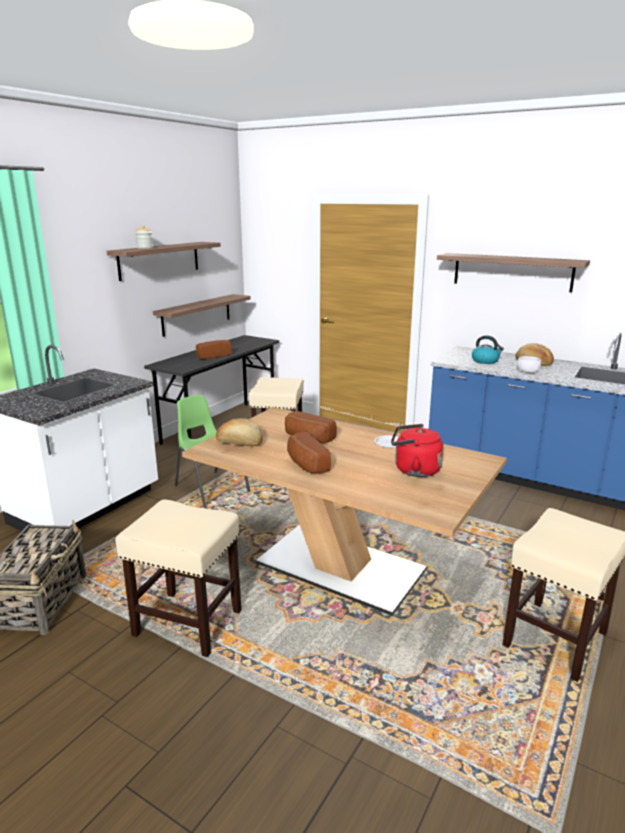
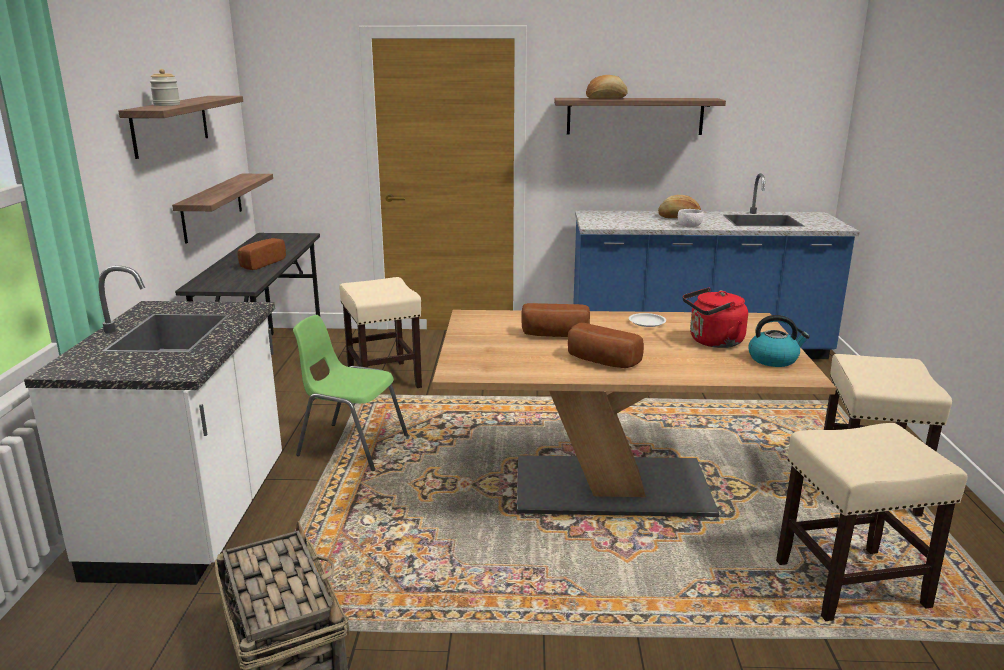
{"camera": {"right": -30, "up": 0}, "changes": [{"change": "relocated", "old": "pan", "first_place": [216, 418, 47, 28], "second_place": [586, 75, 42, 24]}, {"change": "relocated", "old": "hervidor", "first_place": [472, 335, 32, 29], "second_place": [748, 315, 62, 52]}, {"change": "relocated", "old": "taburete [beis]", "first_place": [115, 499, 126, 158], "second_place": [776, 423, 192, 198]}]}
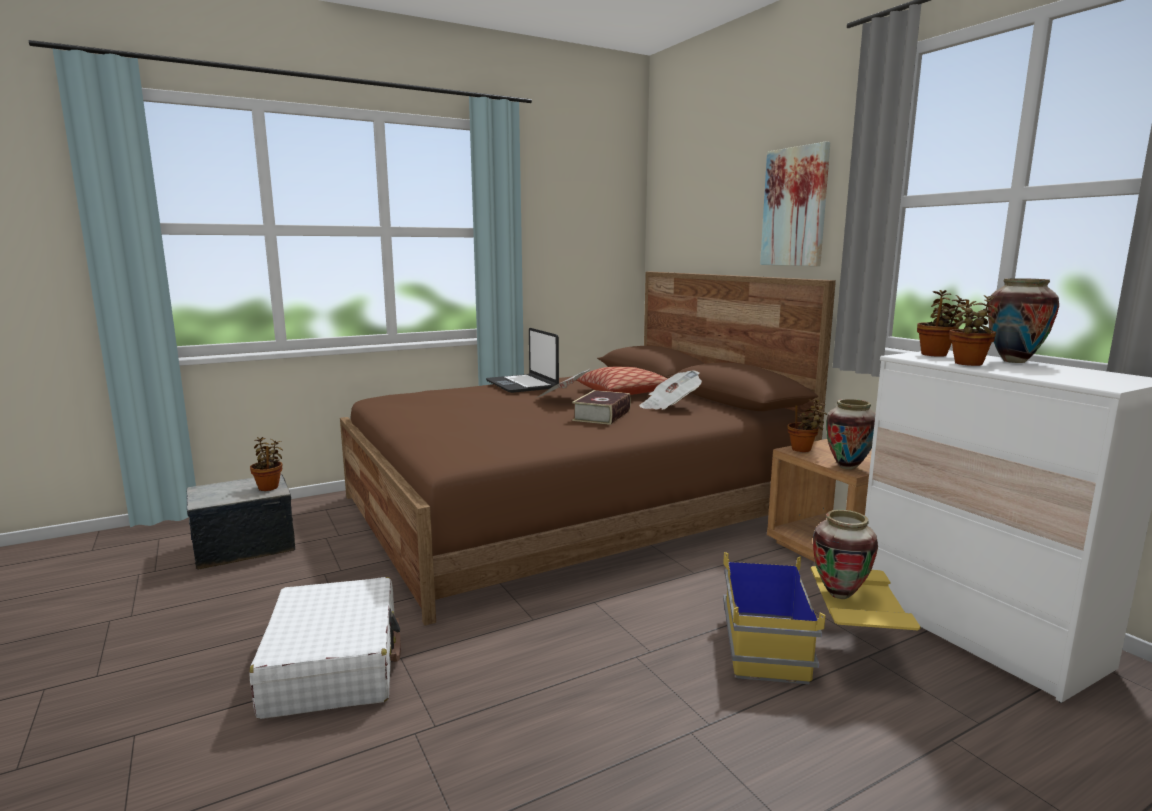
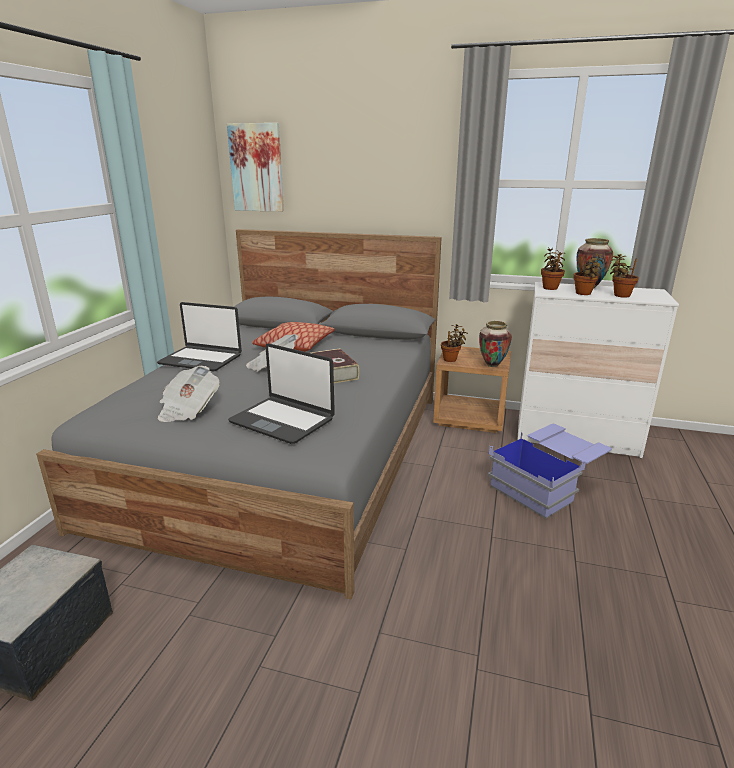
{"camera": {"right": -45, "up": 10}, "changes": [{"change": "colour", "old": "cama [marrón]", "new": "cama [gris]", "first_place": [340, 272, 496, 354], "second_place": [36, 229, 406, 371]}, {"change": "relocated", "old": "periódico", "first_place": [639, 371, 63, 39], "second_place": [158, 366, 61, 56]}, {"change": "relocated", "old": "cuadro", "first_place": [760, 142, 70, 124], "second_place": [227, 123, 57, 89]}, {"change": "appeared", "new": "portátil", "second_place": [228, 343, 107, 101]}, {"change": "colour", "old": "caja de almacenaje [amarillo]", "new": "caja de almacenaje [azul]", "first_place": [723, 552, 198, 132], "second_place": [488, 424, 124, 95]}, {"change": "relocated", "old": "planta en maceta", "first_place": [250, 437, 33, 54], "second_place": [610, 254, 29, 44]}, {"change": "missing", "old": "maleta [blanco]", "first_place": [249, 577, 152, 142]}, {"change": "missing", "old": "florero", "first_place": [813, 510, 65, 89]}]}
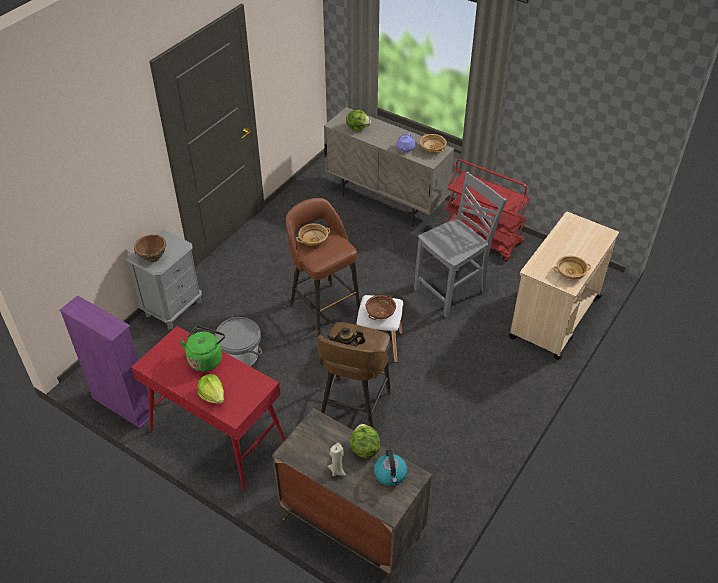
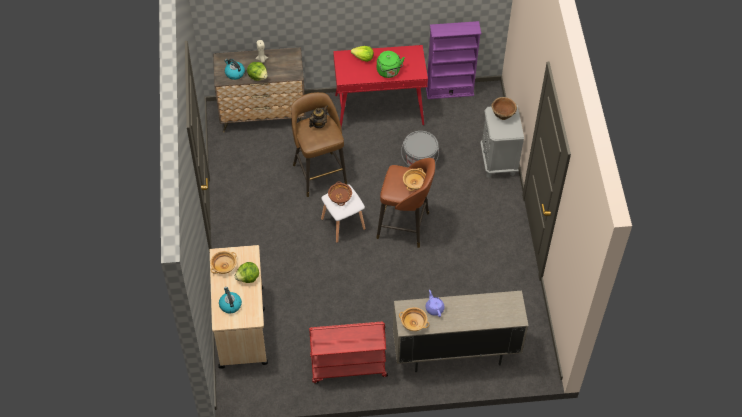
{"camera": {"right": 140, "up": 10}, "changes": [{"change": "appeared", "new": "hervidor", "second_place": [219, 287, 23, 26]}, {"change": "relocated", "old": "lechuga", "first_place": [346, 110, 25, 20], "second_place": [235, 262, 24, 21]}, {"change": "missing", "old": "silla [gris]", "first_place": [414, 171, 93, 147]}]}
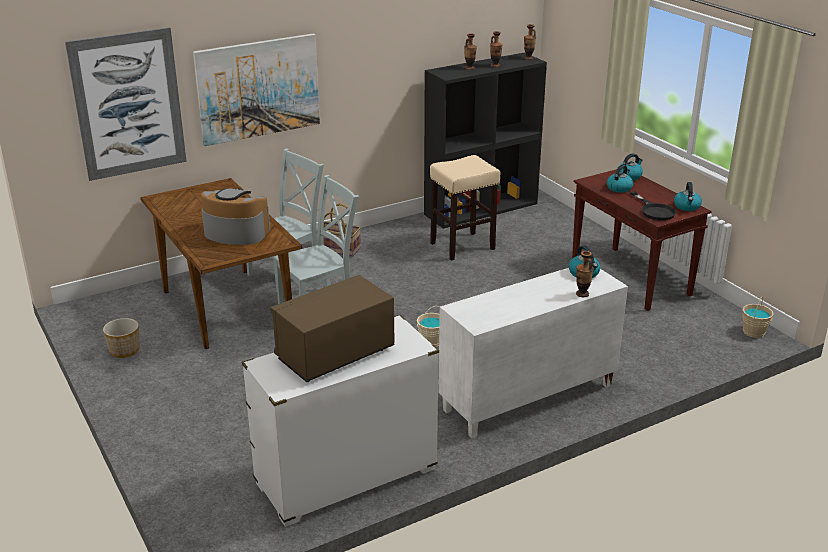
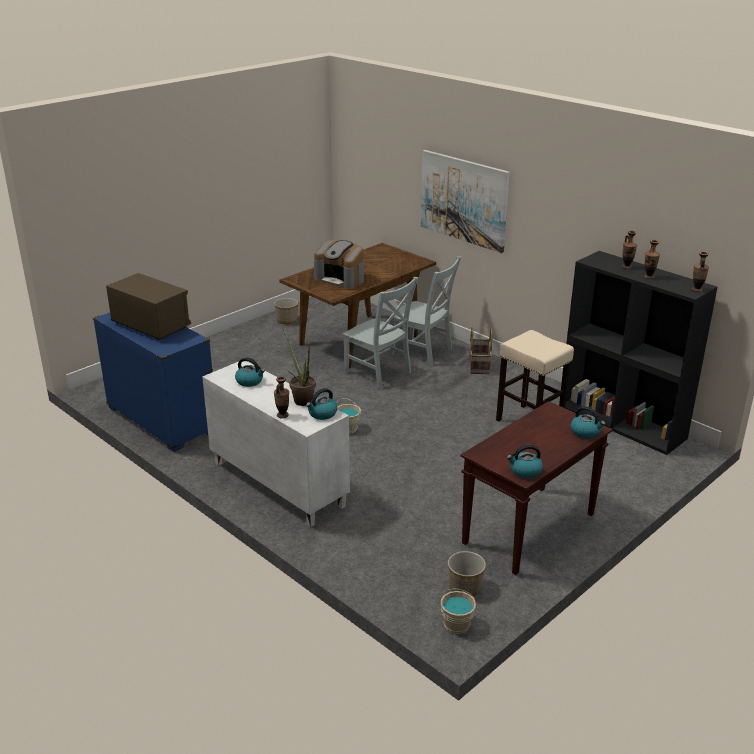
{"camera": {"right": 75, "up": 0}, "changes": [{"change": "colour", "old": "cómoda [blanco]", "new": "cómoda [azul]", "first_place": [242, 314, 197, 213], "second_place": [93, 313, 120, 139]}, {"change": "relocated", "old": "hervidor", "first_place": [607, 165, 26, 28], "second_place": [235, 357, 30, 30]}, {"change": "appeared", "new": "planta en maceta", "second_place": [283, 329, 33, 77]}, {"change": "spun", "old": "cafetera", "first_place": [201, 188, 69, 57], "second_place": [314, 240, 50, 49], "degrees": 120}, {"change": "appeared", "new": "maceta", "second_place": [448, 551, 38, 45]}, {"change": "missing", "old": "cuadro", "first_place": [65, 27, 122, 154]}, {"change": "missing", "old": "sartén [negro]", "first_place": [630, 191, 46, 30]}]}
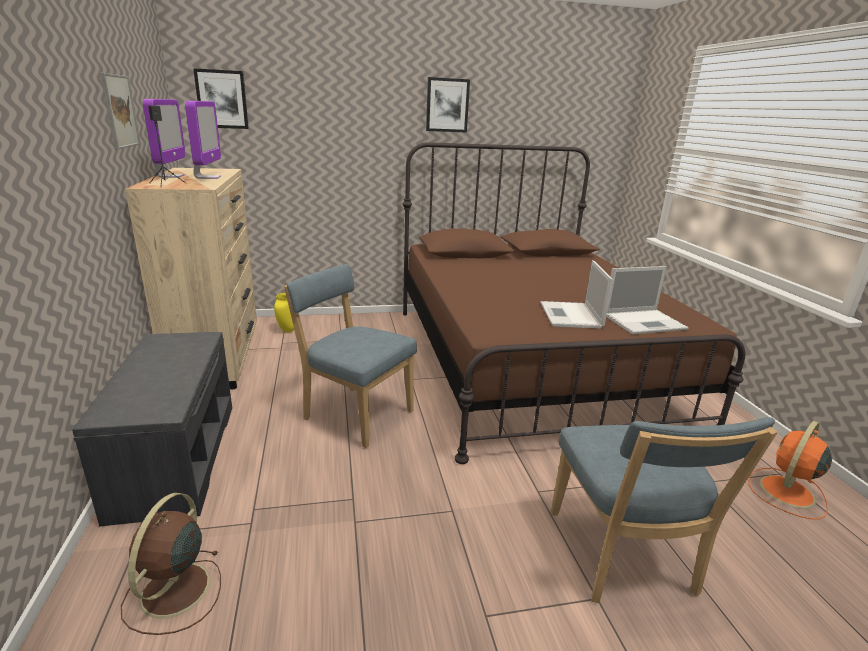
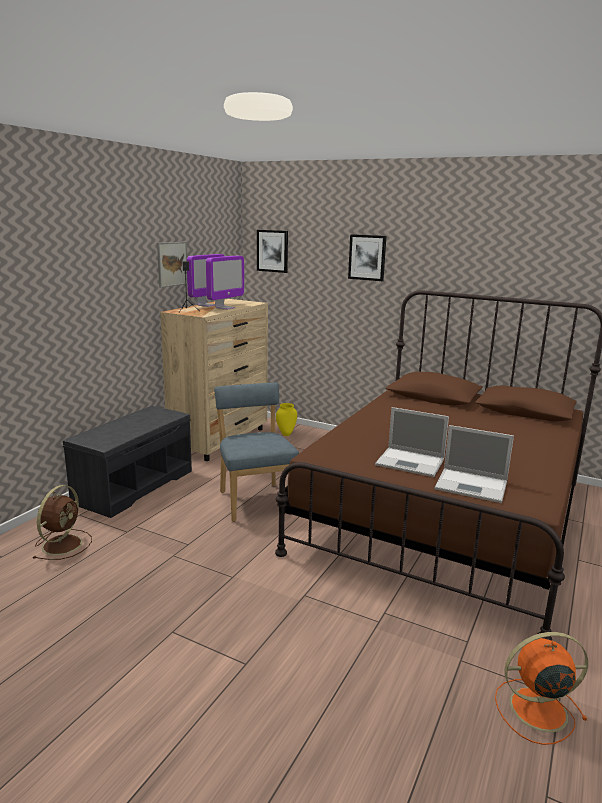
{"camera": {"right": 40, "up": -5}, "changes": [{"change": "spun", "old": "ventilador [marrón]", "first_place": [121, 493, 100, 142], "second_place": [33, 485, 59, 75], "degrees": 150}, {"change": "relocated", "old": "cuadro", "first_place": [426, 77, 44, 55], "second_place": [348, 234, 38, 47]}, {"change": "spun", "old": "portátil", "first_place": [541, 260, 72, 69], "second_place": [375, 407, 74, 70], "degrees": -105}, {"change": "missing", "old": "silla [azul]", "first_place": [551, 417, 227, 186]}]}
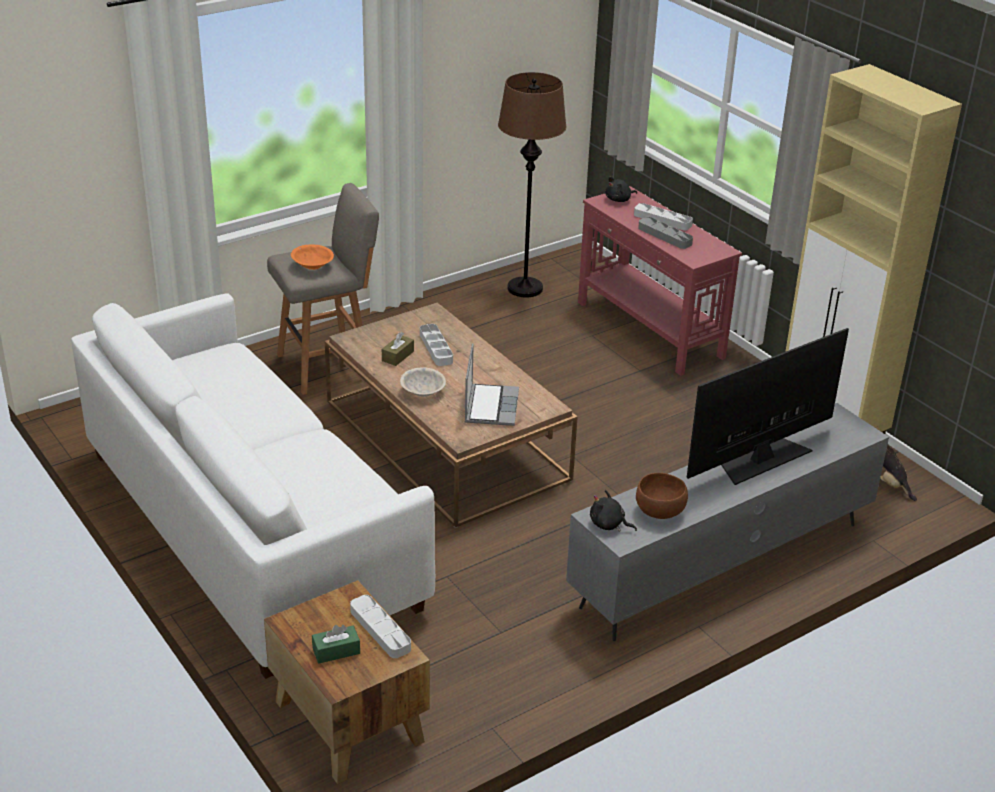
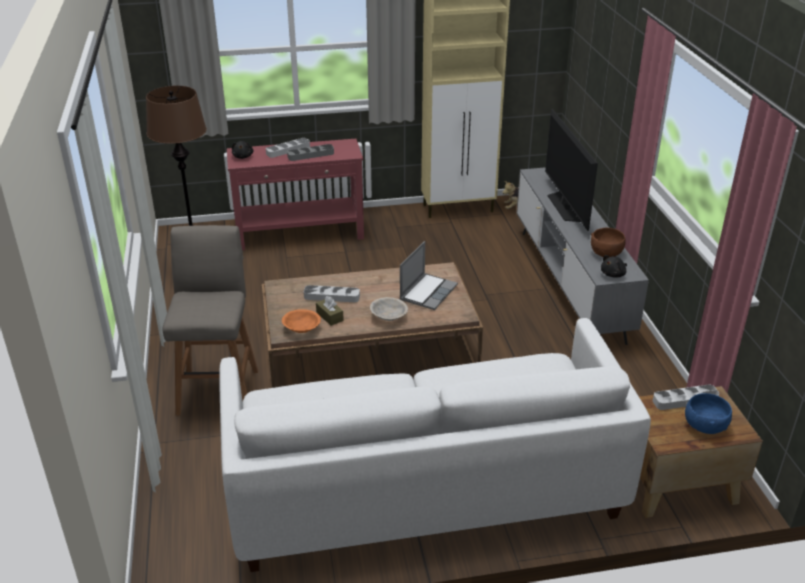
{"camera": {"right": -65, "up": 0}, "changes": [{"change": "relocated", "old": "cuenco [naranja]", "first_place": [291, 244, 43, 26], "second_place": [282, 309, 39, 24]}, {"change": "spun", "old": "portátil", "first_place": [465, 343, 54, 83], "second_place": [400, 241, 58, 69], "degrees": 90}, {"change": "exchanged", "old": "caja de pañuelos [verde]", "new": "cuenco [azul]", "first_place": [312, 625, 48, 39], "second_place": [685, 393, 47, 41]}]}
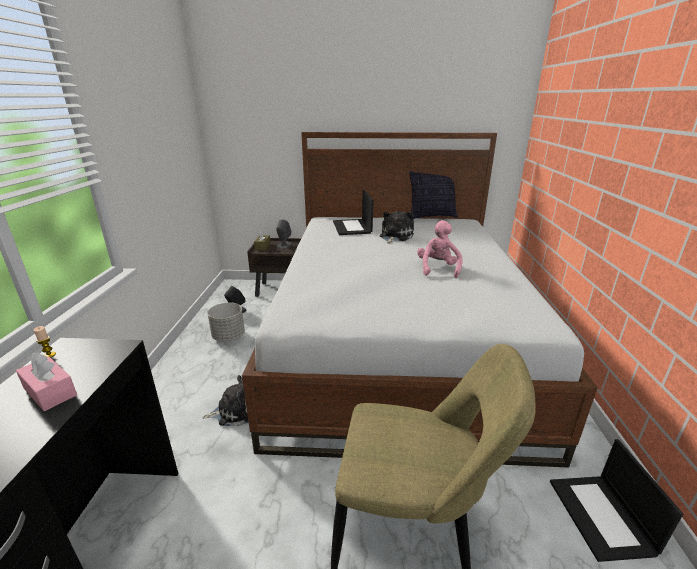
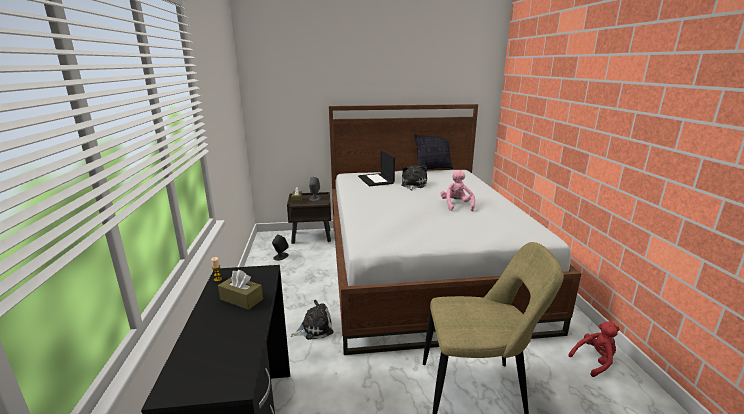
{"camera": {"right": -10, "up": -5}, "changes": [{"change": "colour", "old": "caja de pañuelos [rosa]", "new": "caja de pañuelos [marrón]", "first_place": [16, 352, 61, 59], "second_place": [218, 270, 45, 40]}, {"change": "exchanged", "old": "portátil", "new": "peluche [rojo]", "first_place": [550, 439, 133, 123], "second_place": [568, 321, 52, 56]}, {"change": "missing", "old": "maceta [gris]", "first_place": [208, 302, 37, 40]}]}
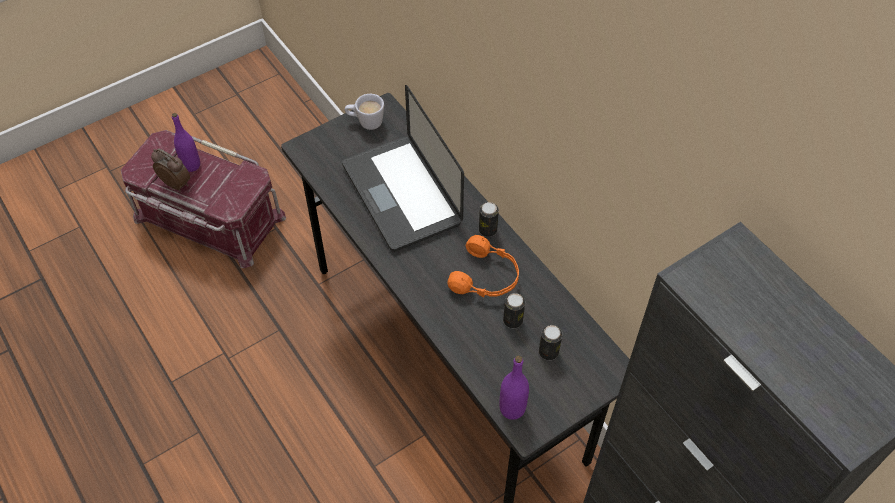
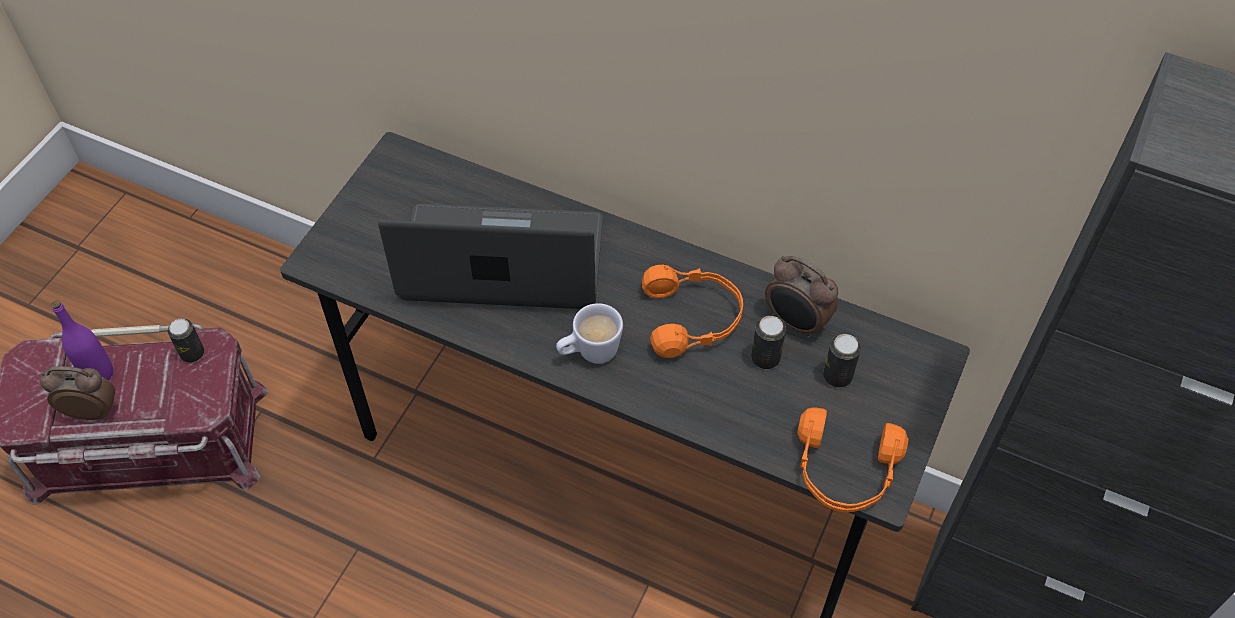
{"camera": {"right": -30, "up": 0}, "changes": [{"change": "relocated", "old": "lata", "first_place": [479, 202, 20, 35], "second_place": [168, 318, 36, 45]}, {"change": "spun", "old": "portátil", "first_place": [342, 85, 122, 167], "second_place": [378, 204, 225, 105], "degrees": 150}, {"change": "relocated", "old": "taza grande [blanco]", "first_place": [345, 94, 39, 36], "second_place": [556, 303, 67, 61]}, {"change": "appeared", "new": "despertador", "second_place": [765, 256, 73, 82]}, {"change": "exchanged", "old": "botella [morado]", "new": "auriculares [naranja]", "first_place": [499, 355, 30, 65], "second_place": [797, 407, 111, 105]}]}
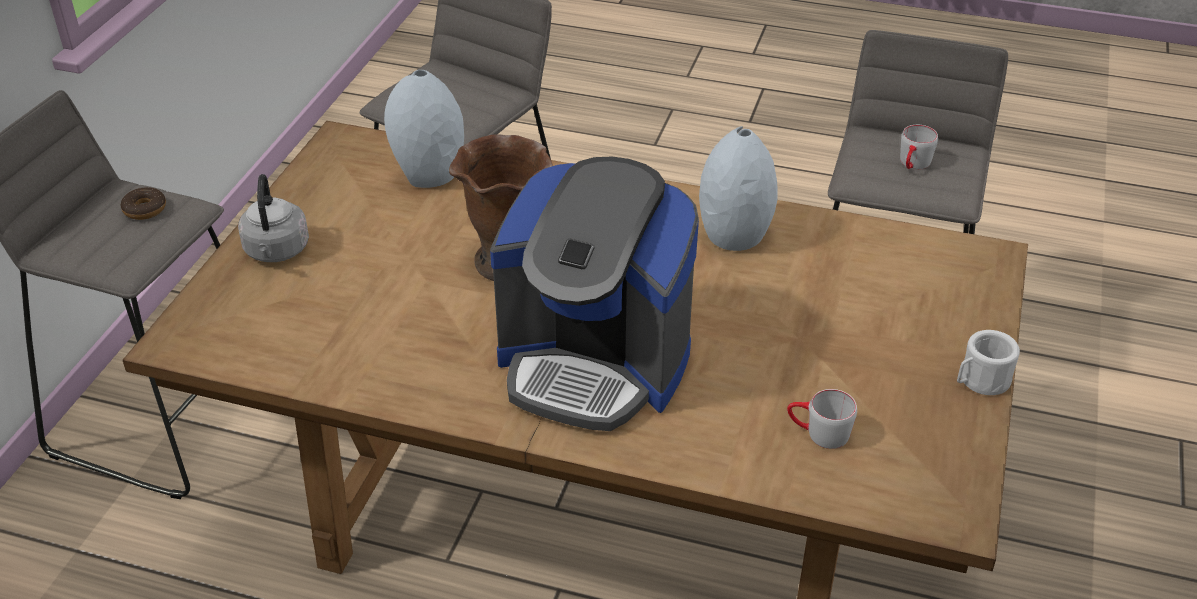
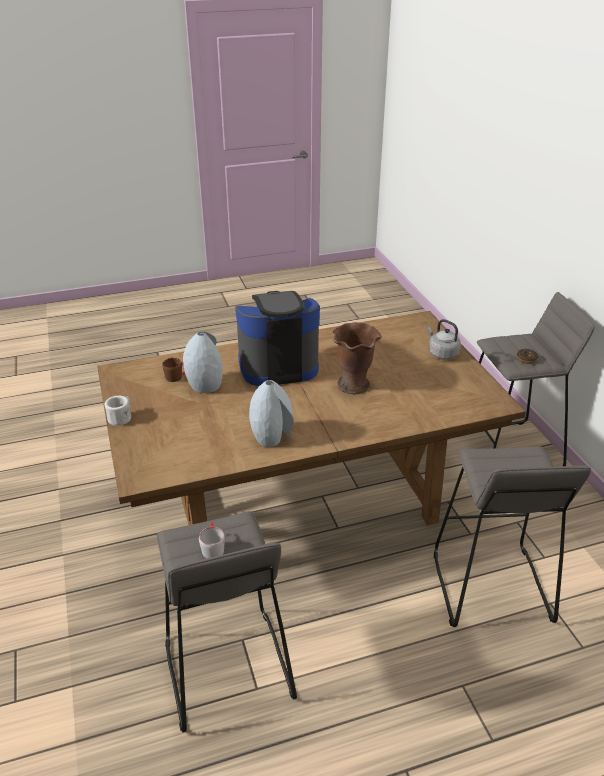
{"camera": {"right": 145, "up": -5}, "changes": [{"change": "colour", "old": "taza grande [gris]", "new": "taza grande [marrón]", "first_place": [787, 389, 70, 60], "second_place": [162, 358, 23, 24]}, {"change": "relocated", "old": "florero [gris]", "first_place": [384, 70, 80, 118], "second_place": [183, 331, 40, 62]}]}
